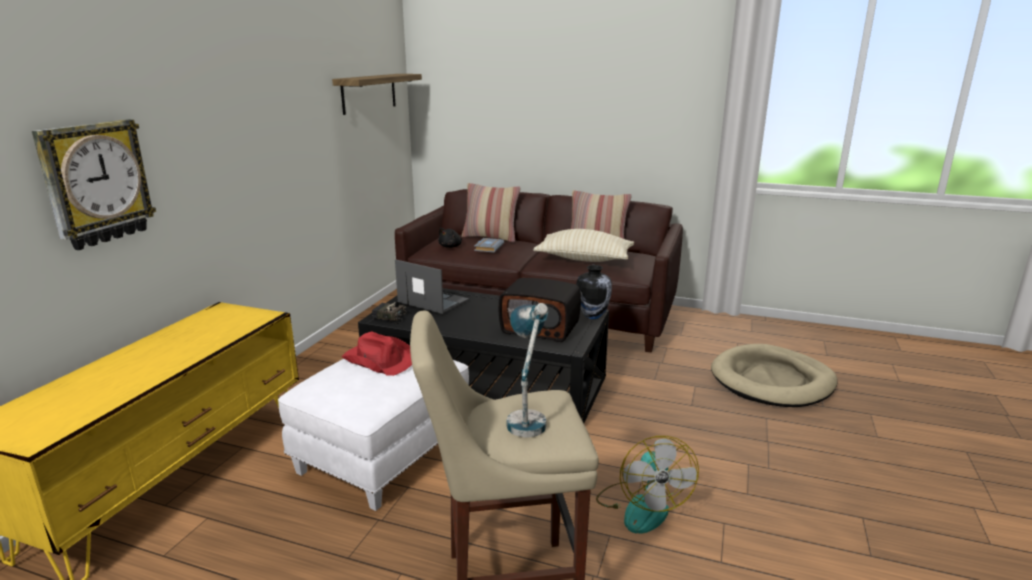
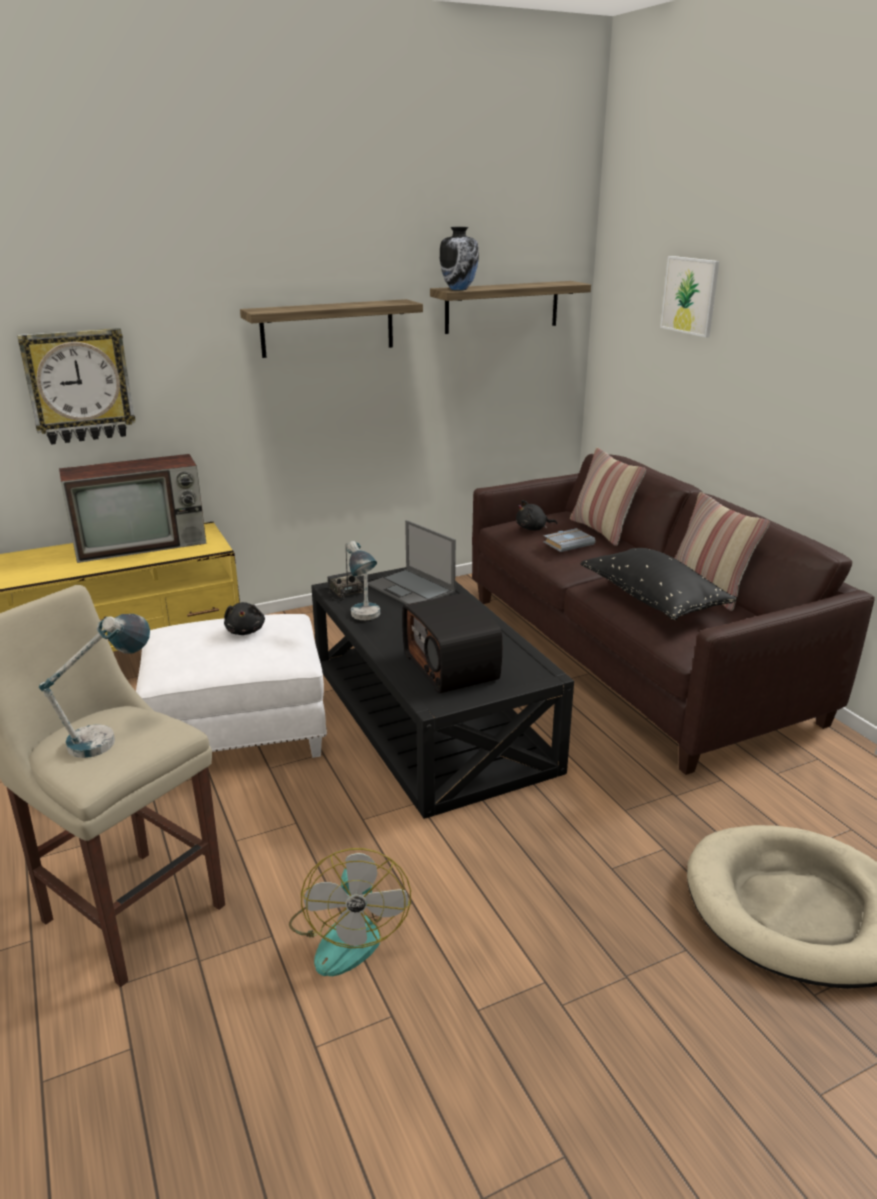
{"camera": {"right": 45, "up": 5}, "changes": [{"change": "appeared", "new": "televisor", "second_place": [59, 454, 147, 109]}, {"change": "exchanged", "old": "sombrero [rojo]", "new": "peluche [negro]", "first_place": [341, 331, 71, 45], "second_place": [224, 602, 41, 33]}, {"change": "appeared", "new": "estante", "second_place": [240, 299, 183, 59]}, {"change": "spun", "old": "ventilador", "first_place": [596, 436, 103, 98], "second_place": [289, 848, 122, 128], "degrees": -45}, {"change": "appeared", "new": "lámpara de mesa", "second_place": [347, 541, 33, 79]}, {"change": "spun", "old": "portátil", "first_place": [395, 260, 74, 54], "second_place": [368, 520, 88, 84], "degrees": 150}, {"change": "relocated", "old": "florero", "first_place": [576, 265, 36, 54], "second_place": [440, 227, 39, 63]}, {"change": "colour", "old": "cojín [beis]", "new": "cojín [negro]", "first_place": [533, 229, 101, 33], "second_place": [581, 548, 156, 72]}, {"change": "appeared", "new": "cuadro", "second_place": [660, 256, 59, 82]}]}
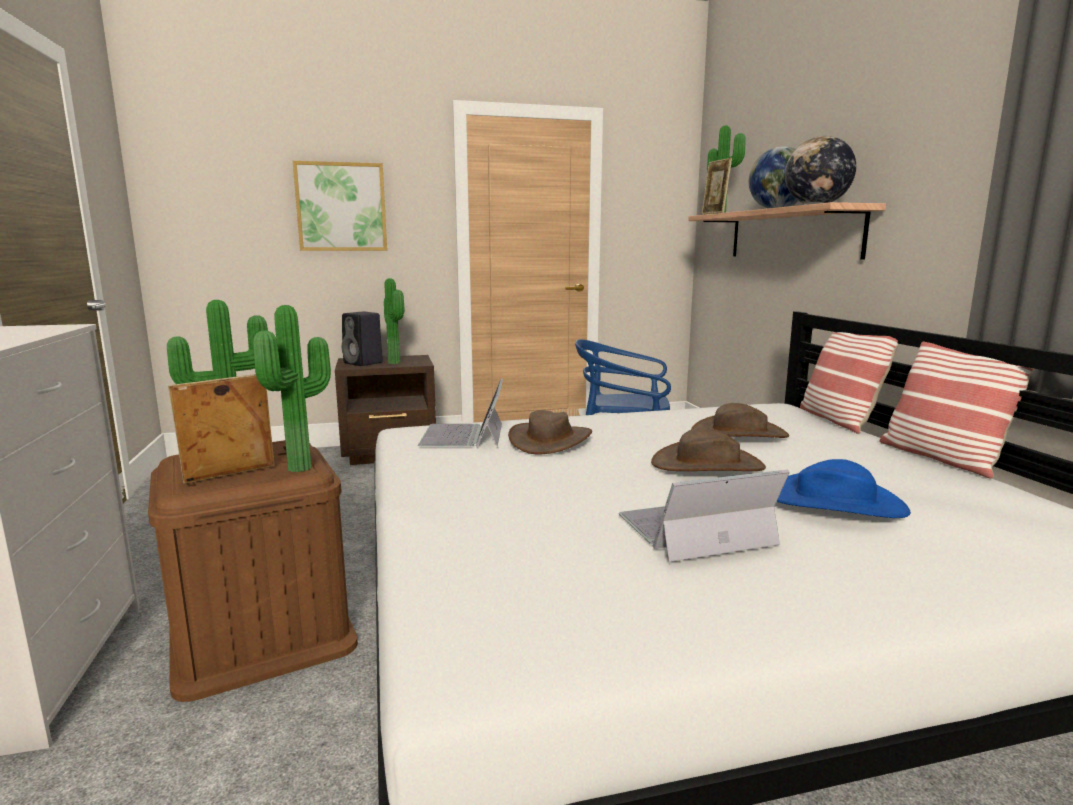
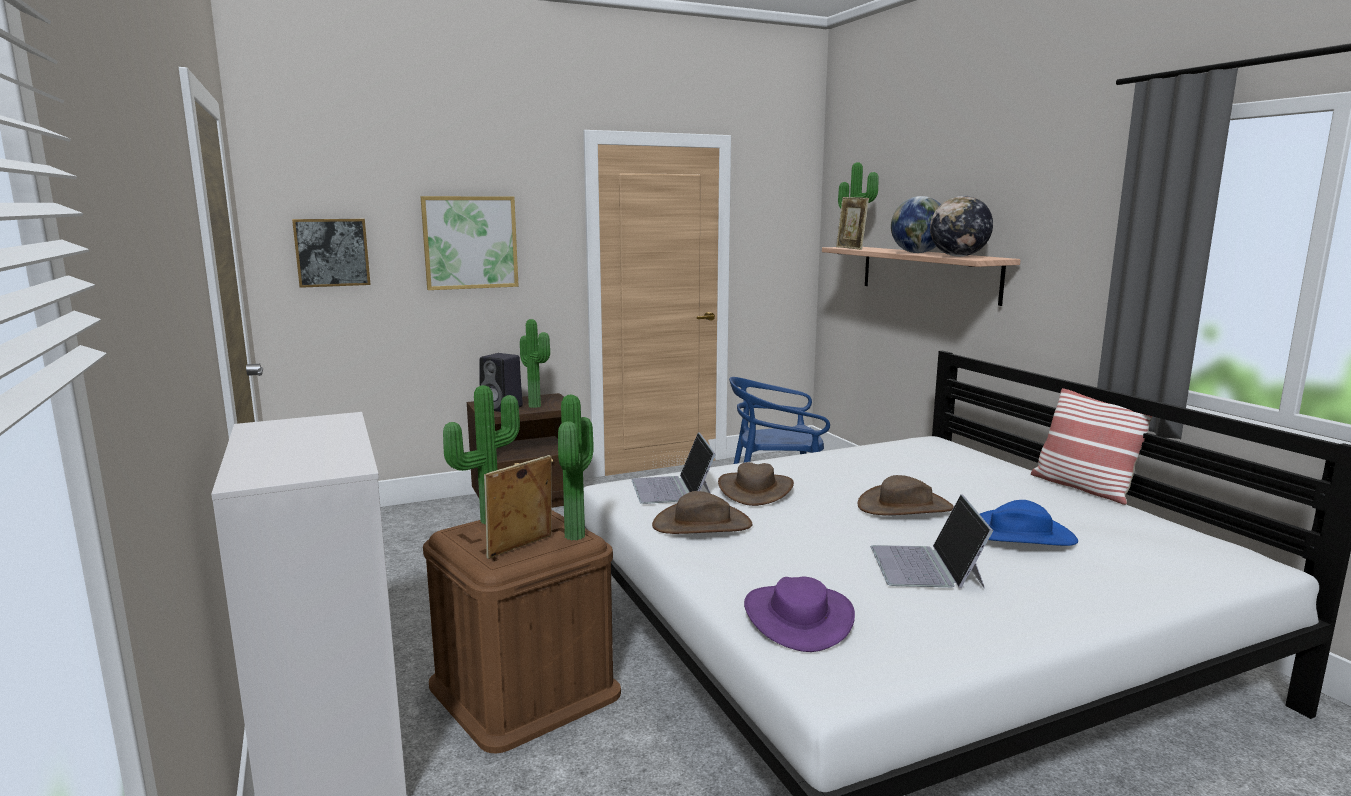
{"camera": {"right": -10, "up": 0}, "changes": [{"change": "appeared", "new": "cuadro", "second_place": [292, 219, 79, 69]}, {"change": "relocated", "old": "sombrero [marrón]", "first_place": [691, 403, 98, 35], "second_place": [652, 491, 101, 43]}, {"change": "appeared", "new": "sombrero [morado]", "second_place": [744, 576, 111, 76]}, {"change": "spun", "old": "portátil", "first_place": [619, 470, 171, 92], "second_place": [871, 494, 122, 94], "degrees": -60}, {"change": "missing", "old": "cojín", "first_place": [800, 332, 99, 102]}]}
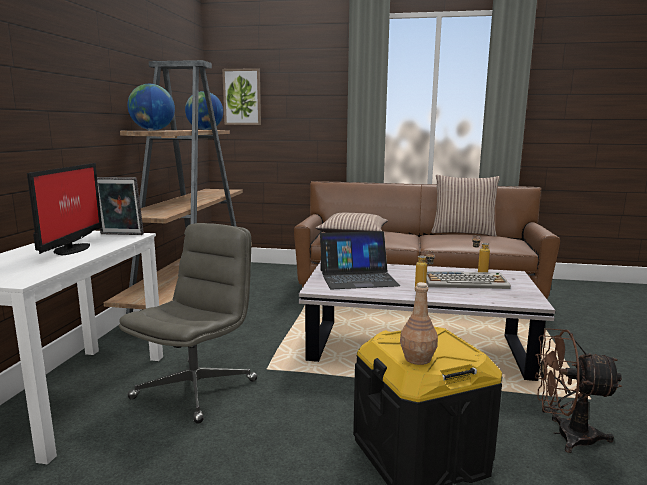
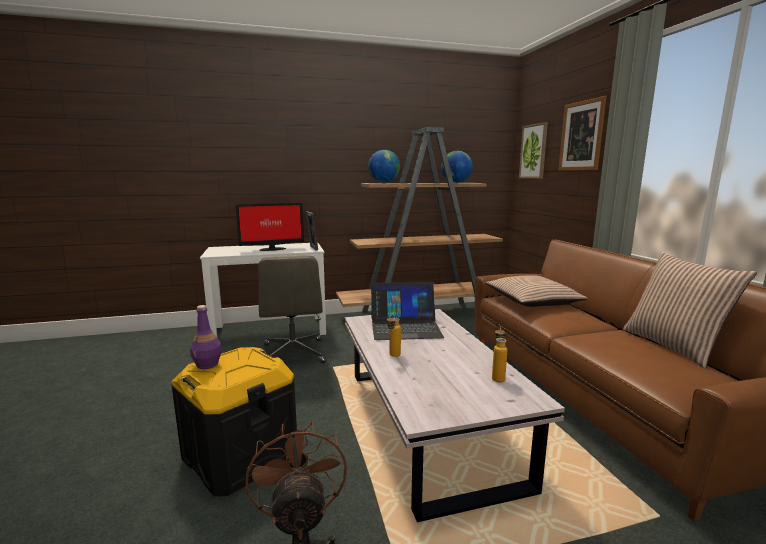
{"camera": {"right": 65, "up": 0}, "changes": [{"change": "colour", "old": "botella [marrón]", "new": "botella [morado]", "first_place": [400, 282, 38, 83], "second_place": [190, 305, 32, 64]}, {"change": "spun", "old": "silla de oficina [gris]", "first_place": [119, 223, 138, 201], "second_place": [258, 256, 68, 107], "degrees": 75}, {"change": "spun", "old": "portátil", "first_place": [320, 231, 80, 58], "second_place": [371, 282, 73, 58], "degrees": -60}, {"change": "appeared", "new": "cuadro", "second_place": [558, 96, 49, 75]}, {"change": "missing", "old": "teclado", "first_place": [426, 271, 85, 18]}]}
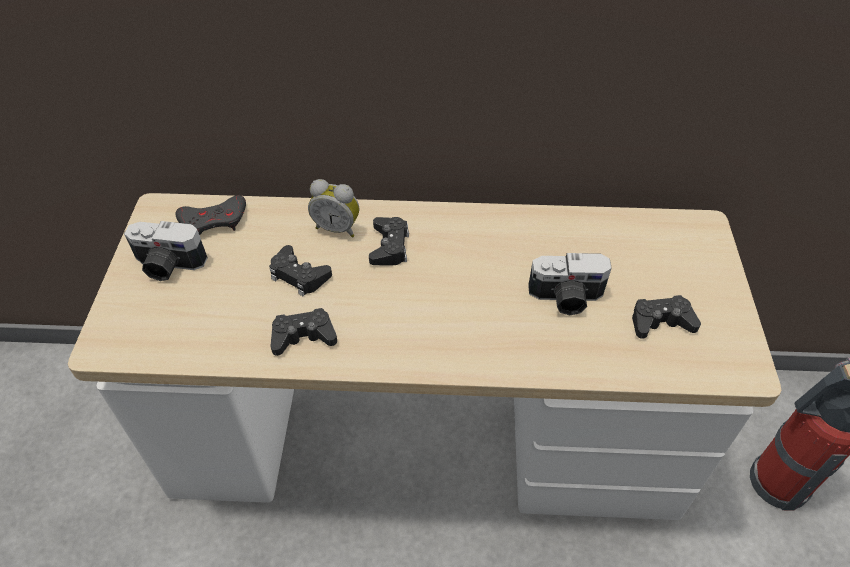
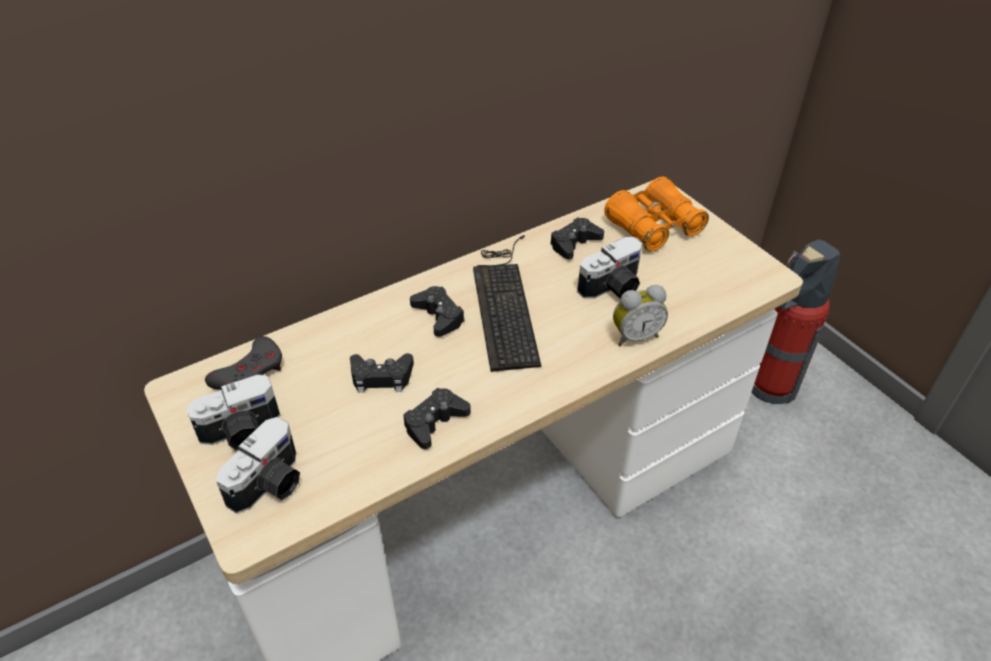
{"camera": {"right": -35, "up": -5}, "changes": [{"change": "appeared", "new": "cámara", "second_place": [216, 417, 84, 97]}, {"change": "appeared", "new": "teclado", "second_place": [473, 235, 68, 137]}, {"change": "relocated", "old": "mando de consola [negro]", "first_place": [632, 295, 69, 44], "second_place": [550, 217, 54, 42]}, {"change": "appeared", "new": "prismáticos [naranja]", "second_place": [604, 177, 105, 75]}, {"change": "relocated", "old": "despertador", "first_place": [308, 179, 51, 58], "second_place": [613, 285, 55, 61]}]}
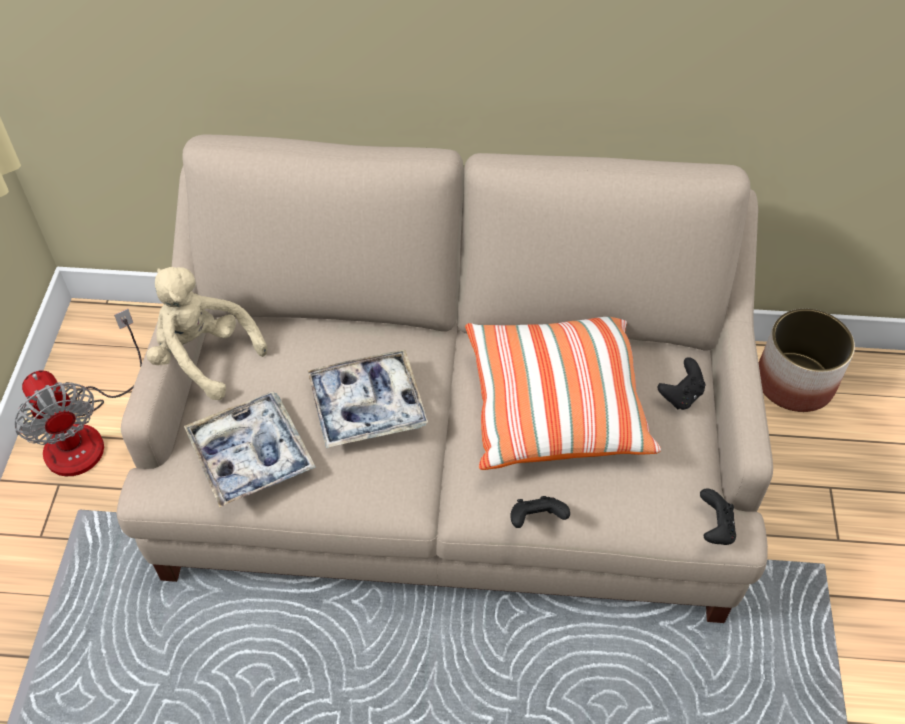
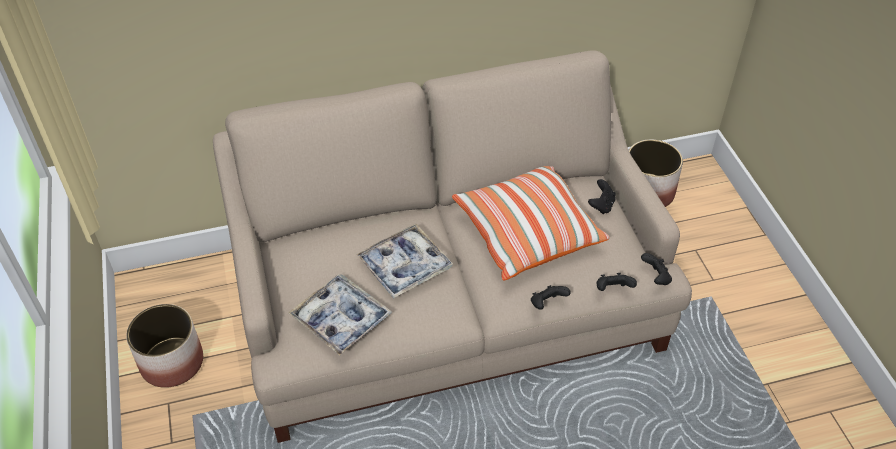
{"camera": {"right": -20, "up": -5}, "changes": [{"change": "exchanged", "old": "ventilador", "new": "maceta", "first_place": [14, 309, 128, 167], "second_place": [126, 304, 77, 84]}, {"change": "appeared", "new": "mando de consola [negro]", "second_place": [597, 273, 40, 18]}, {"change": "missing", "old": "peluche [beis]", "first_place": [146, 267, 121, 133]}]}
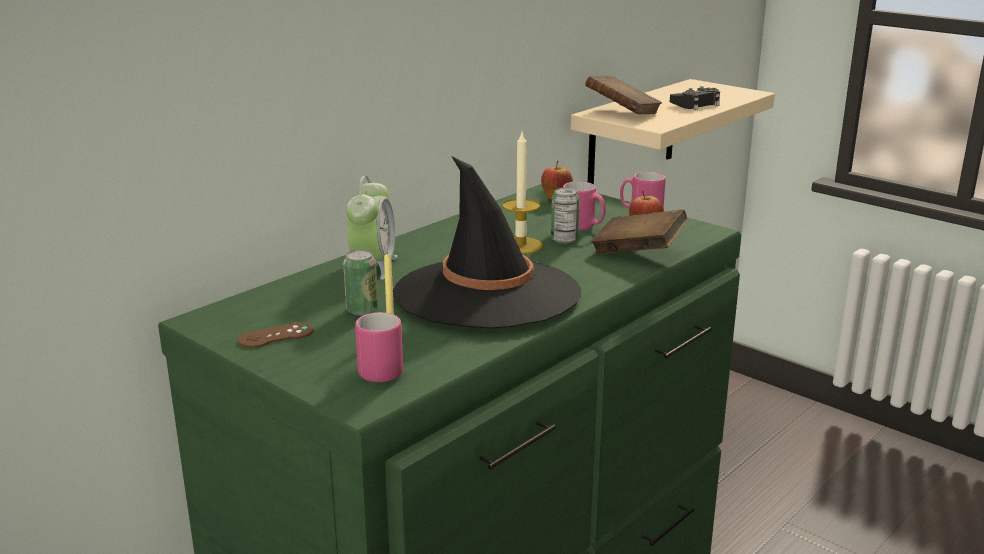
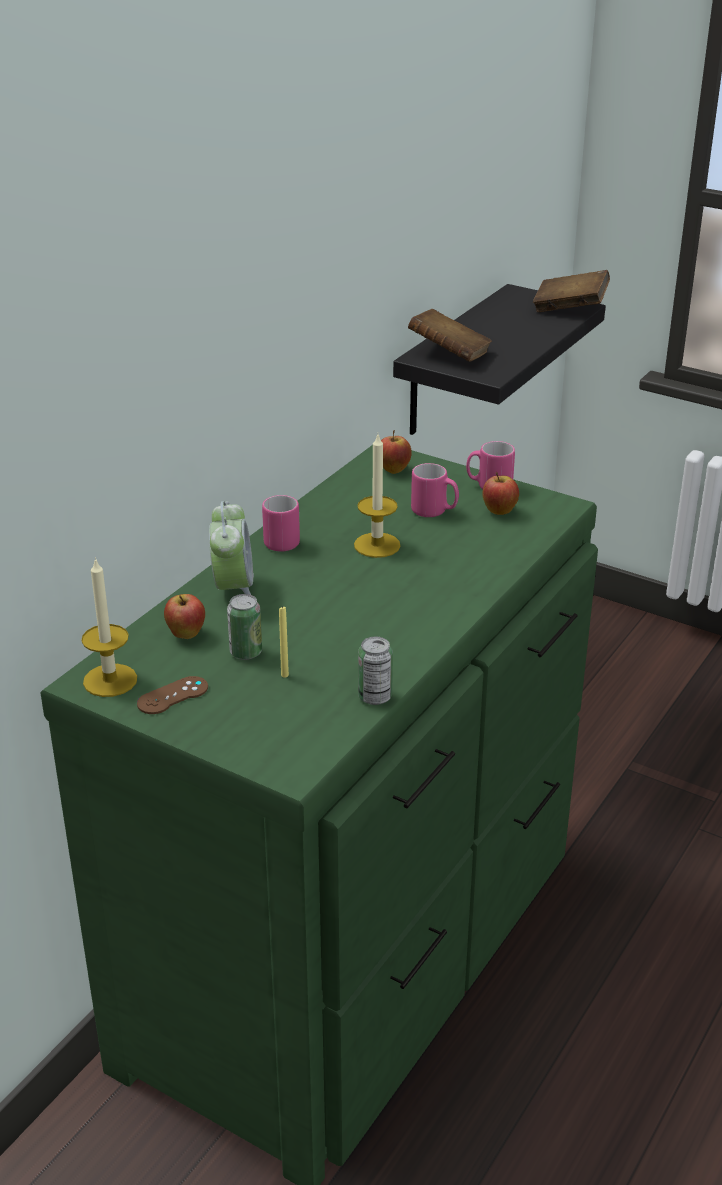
{"camera": {"right": -10, "up": 10}, "changes": [{"change": "appeared", "new": "vela", "second_place": [81, 557, 56, 140]}, {"change": "appeared", "new": "manzana", "second_place": [164, 594, 41, 45]}, {"change": "relocated", "old": "taza grande [rosa]", "first_place": [355, 312, 48, 70], "second_place": [262, 495, 38, 57]}, {"change": "relocated", "old": "lata", "first_place": [551, 188, 28, 56], "second_place": [358, 637, 35, 68]}, {"change": "colour", "old": "estante [beis]", "new": "estante [negro]", "first_place": [571, 79, 204, 105], "second_place": [393, 284, 213, 151]}, {"change": "relocated", "old": "libro [marrón]", "first_place": [591, 209, 96, 45], "second_place": [533, 270, 77, 42]}, {"change": "missing", "old": "sombrero [negro]", "first_place": [393, 156, 188, 173]}, {"change": "missing", "old": "mando de consola [negro]", "first_place": [670, 86, 50, 24]}]}
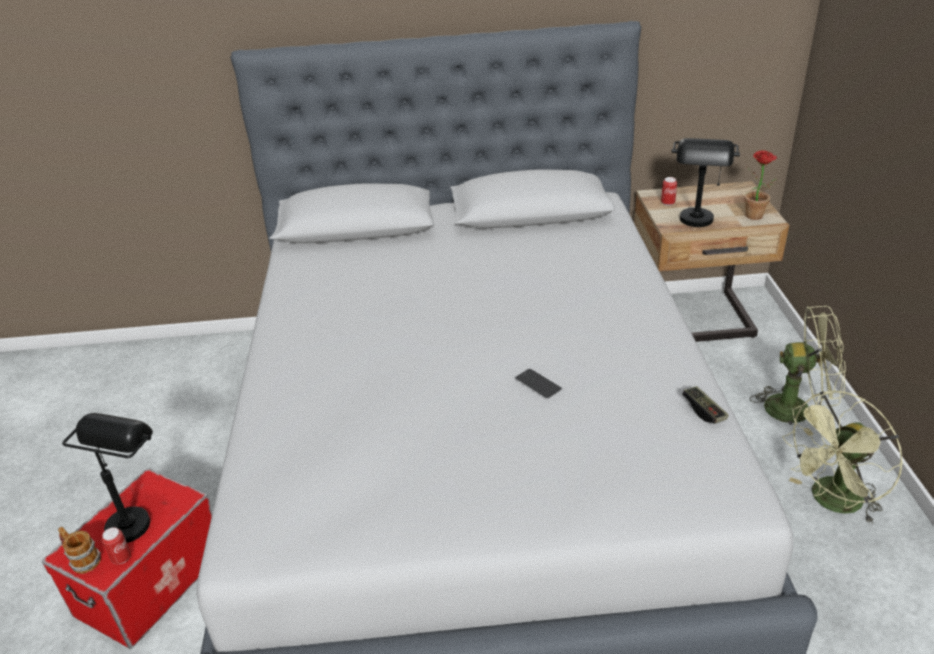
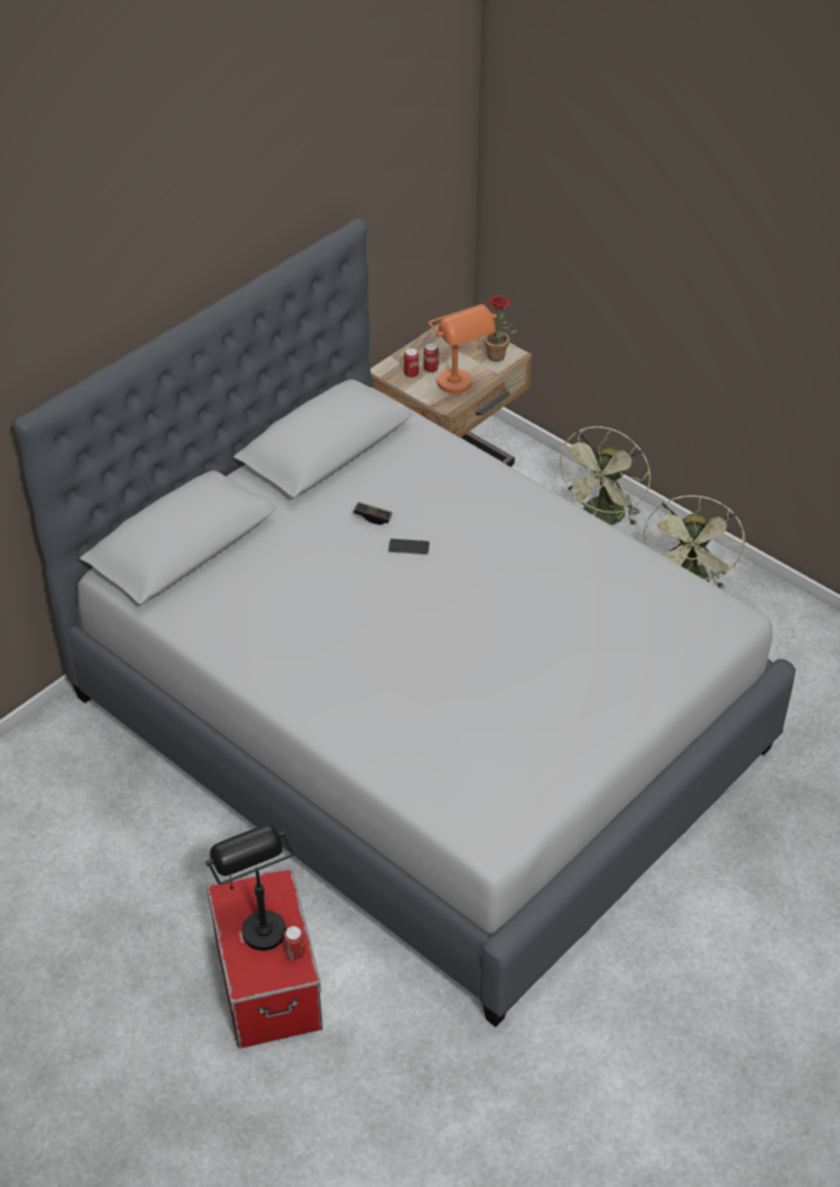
{"camera": {"right": -45, "up": 10}, "changes": [{"change": "relocated", "old": "mando de consola", "first_place": [682, 386, 47, 38], "second_place": [353, 502, 39, 23]}, {"change": "relocated", "old": "móvil", "first_place": [515, 369, 47, 30], "second_place": [388, 539, 42, 16]}, {"change": "appeared", "new": "lata", "second_place": [424, 343, 15, 30]}, {"change": "colour", "old": "lámpara de mesa [negro]", "new": "lámpara de mesa [naranja]", "first_place": [671, 138, 69, 89], "second_place": [429, 304, 68, 90]}, {"change": "spun", "old": "ventilador [verde]", "first_place": [750, 306, 96, 130], "second_place": [555, 426, 96, 100], "degrees": 150}, {"change": "missing", "old": "taza grande", "first_place": [58, 527, 43, 47]}]}
